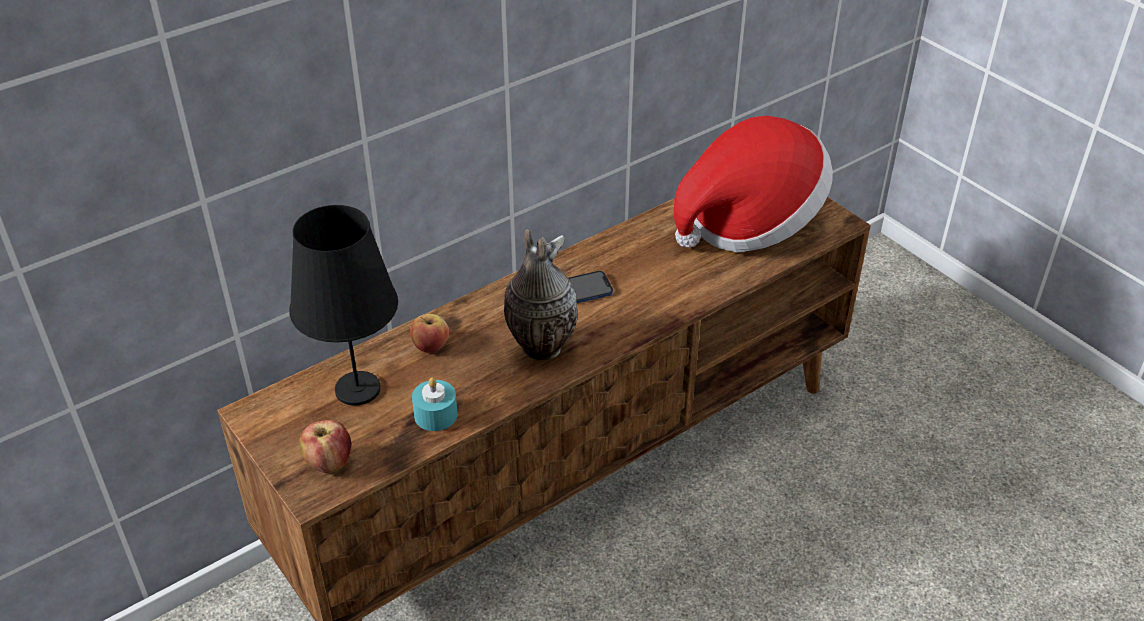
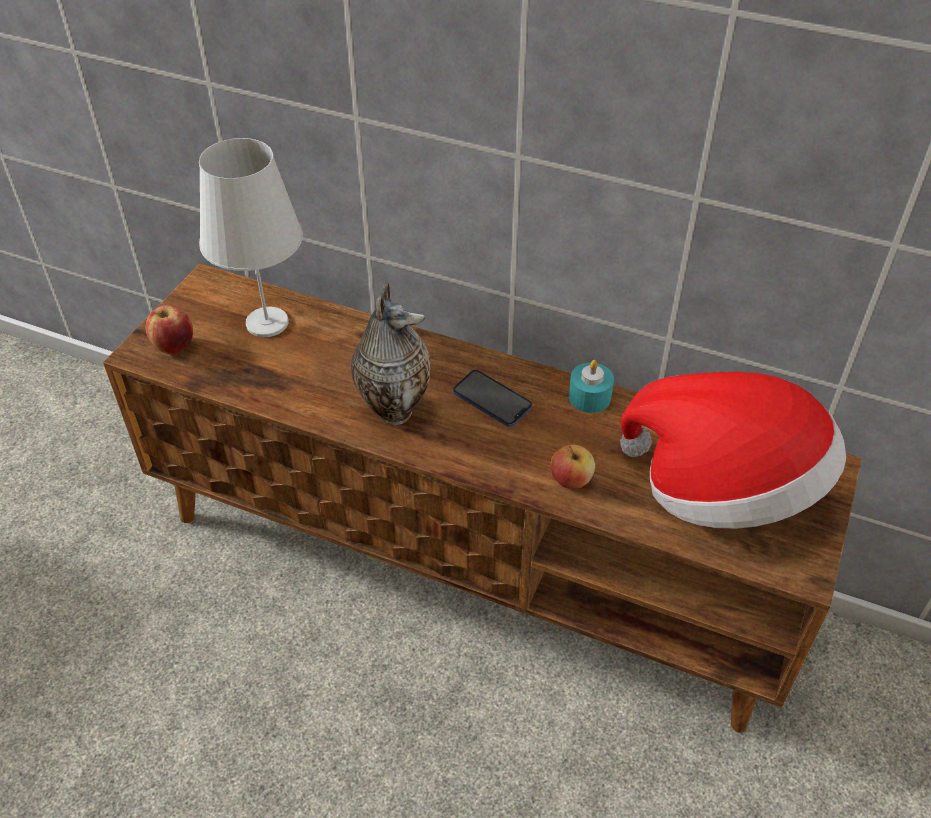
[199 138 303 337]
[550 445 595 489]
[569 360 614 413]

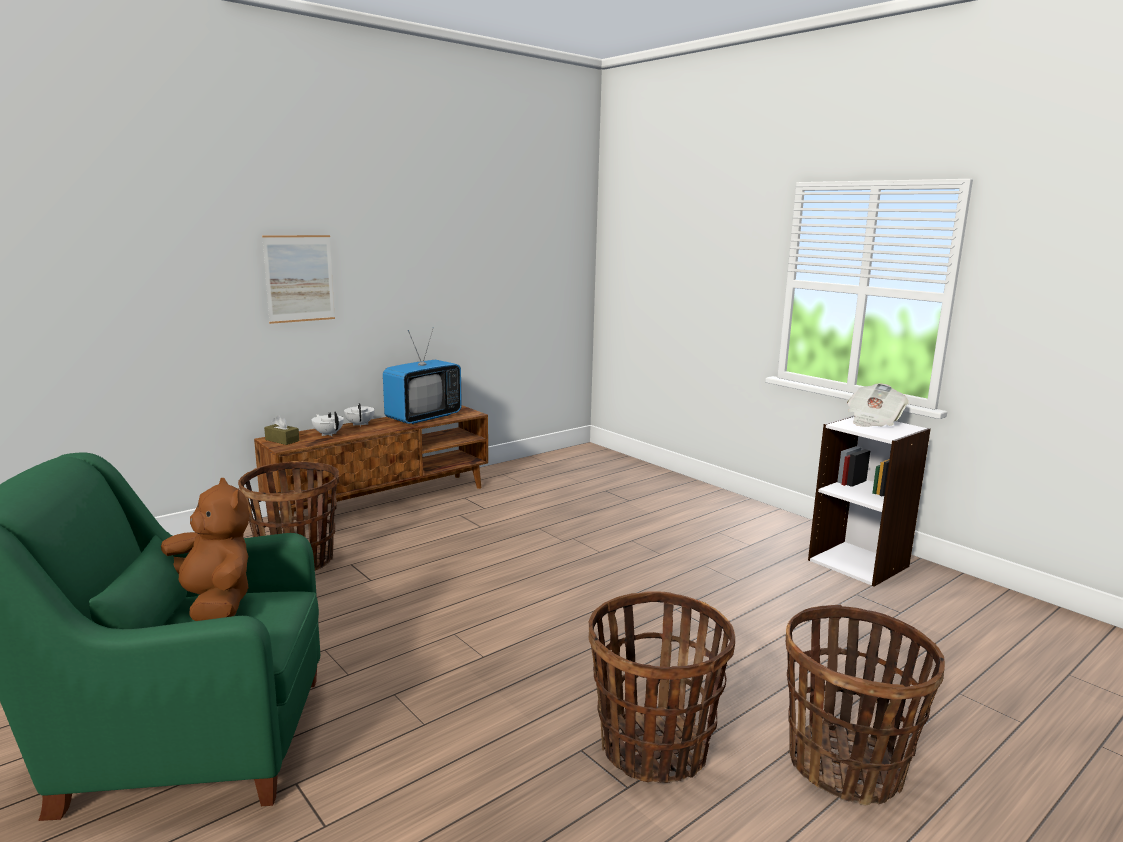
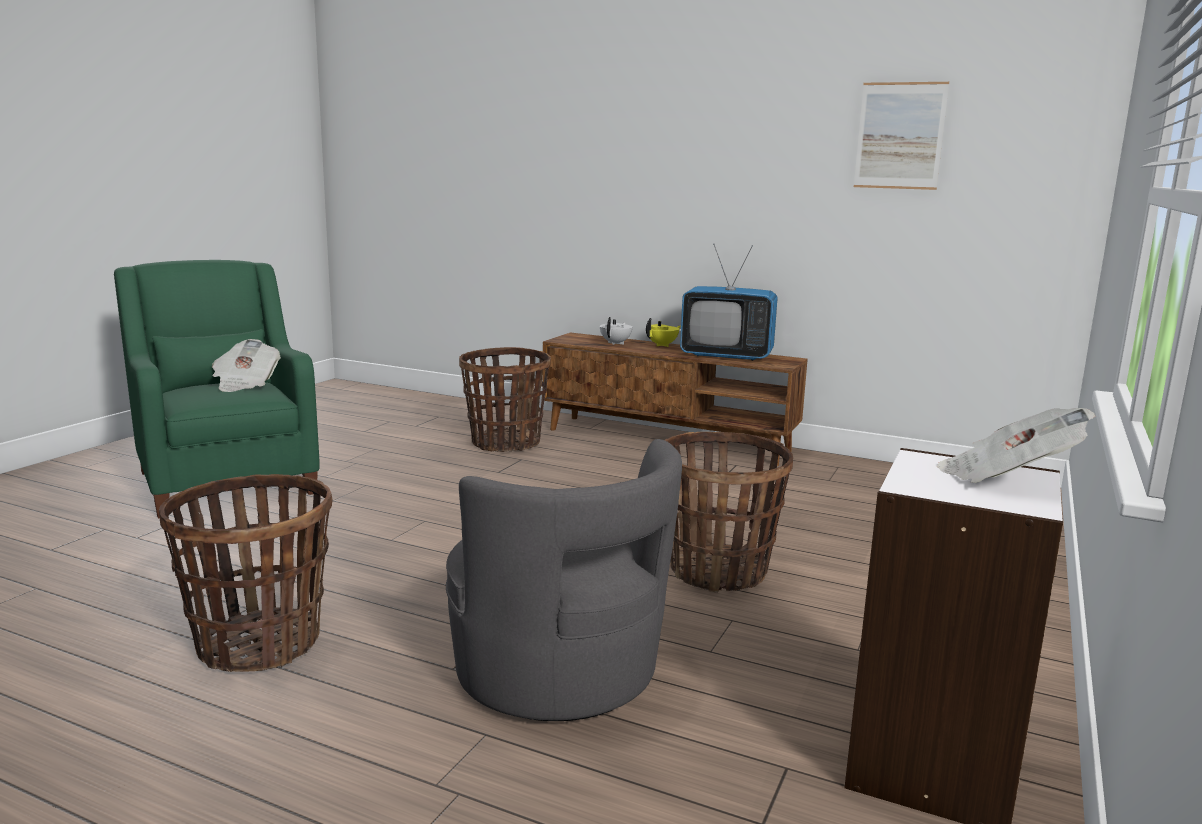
[854 82 949 190]
[646 318 681 347]
[264 415 299 445] (first image)
[212 339 281 392]
[665 432 793 593]
[446 439 682 721]

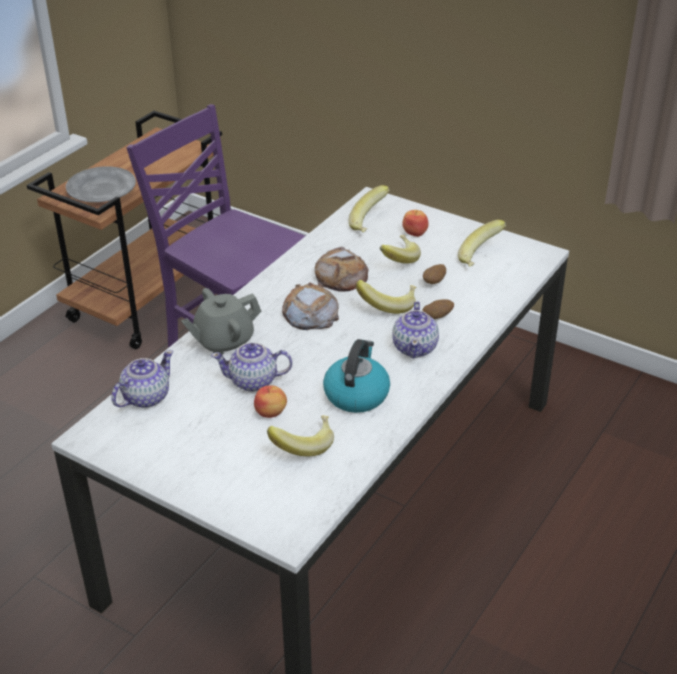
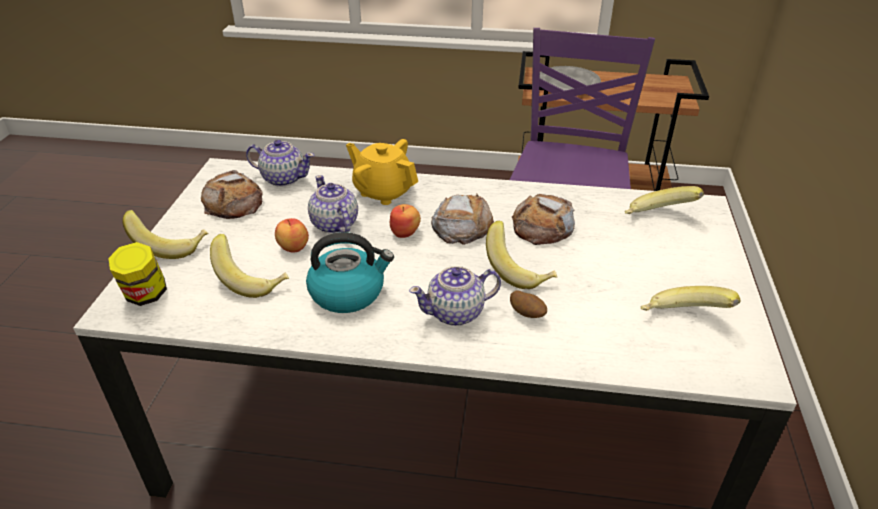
[390 204 421 238]
[122 210 209 259]
[423 264 446 284] (first image)
[346 139 418 205]
[201 170 263 219]
[108 242 167 306]

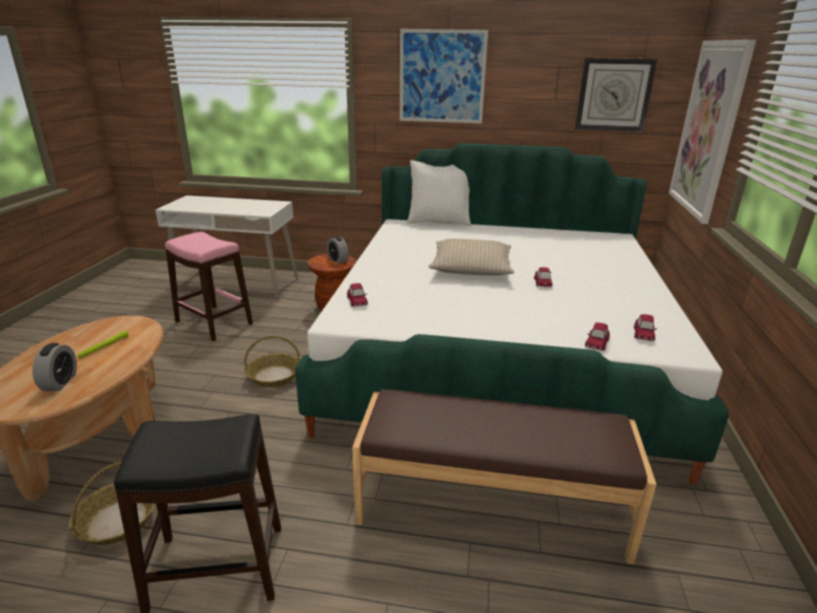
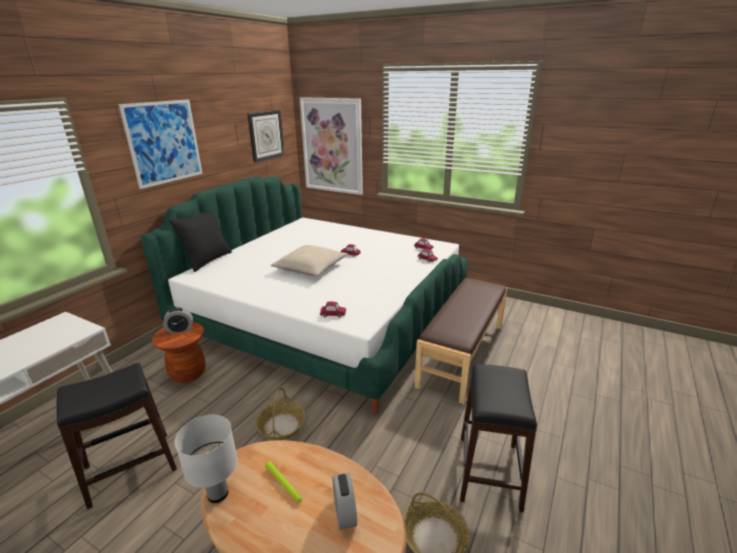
[169 212 232 272]
[57 363 177 509]
[332 472 357 530]
[175 415 238 503]

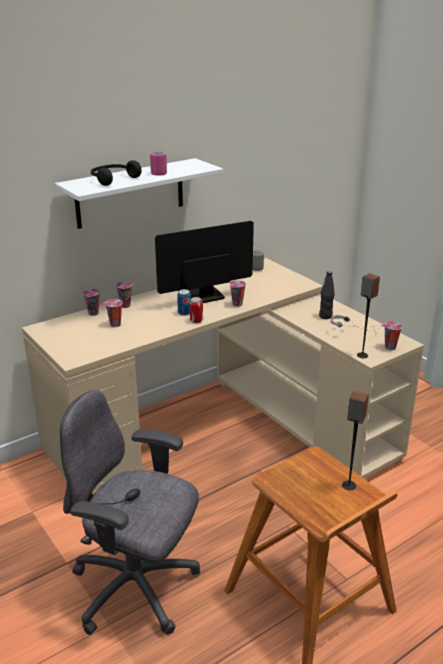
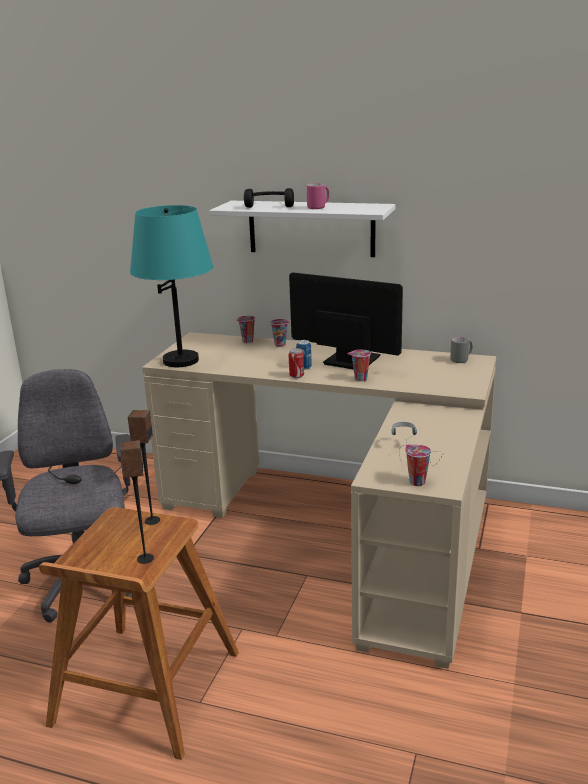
[319 271 335 319] (first image)
[128 410 160 525]
[102 299 123 327] (first image)
[130 205 213 367]

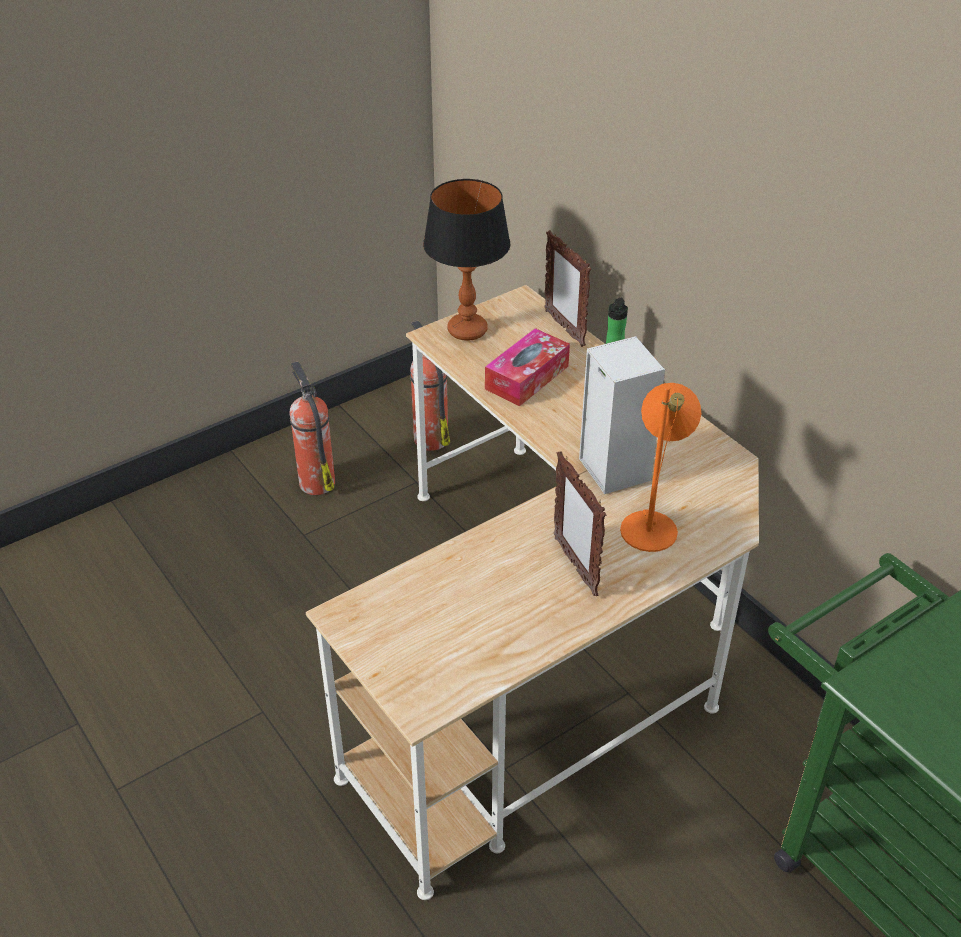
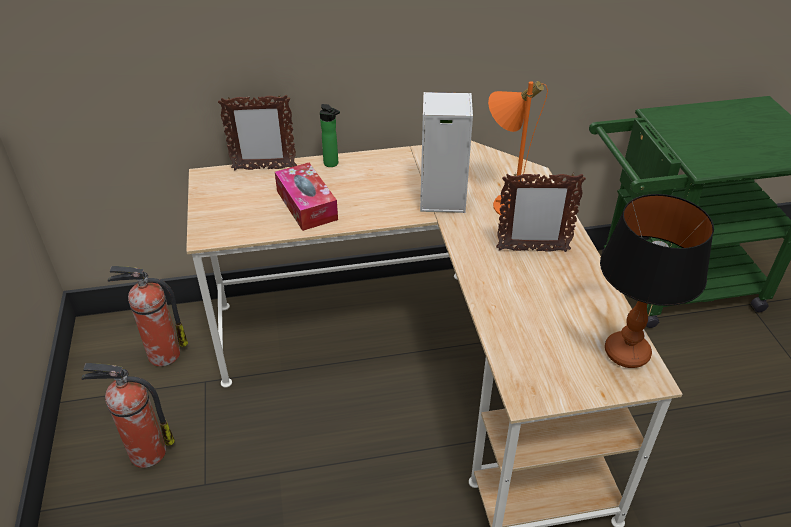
[600 194 714 368]

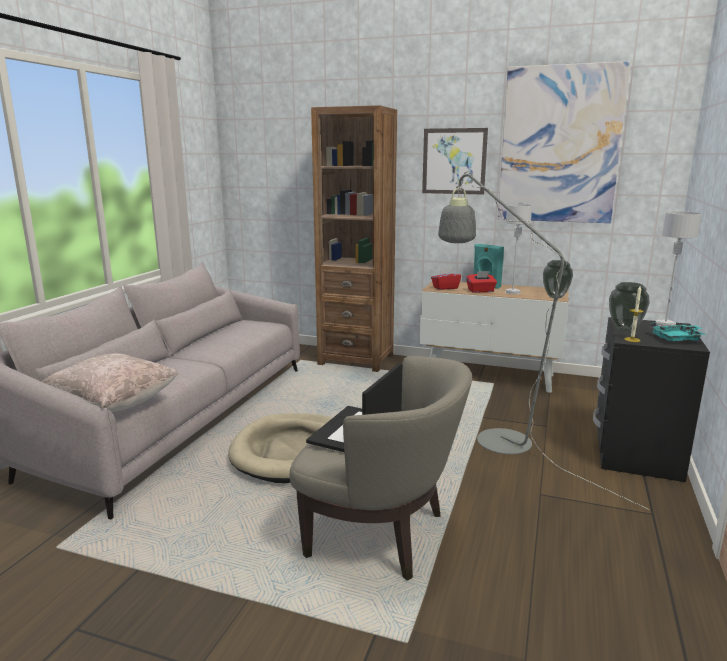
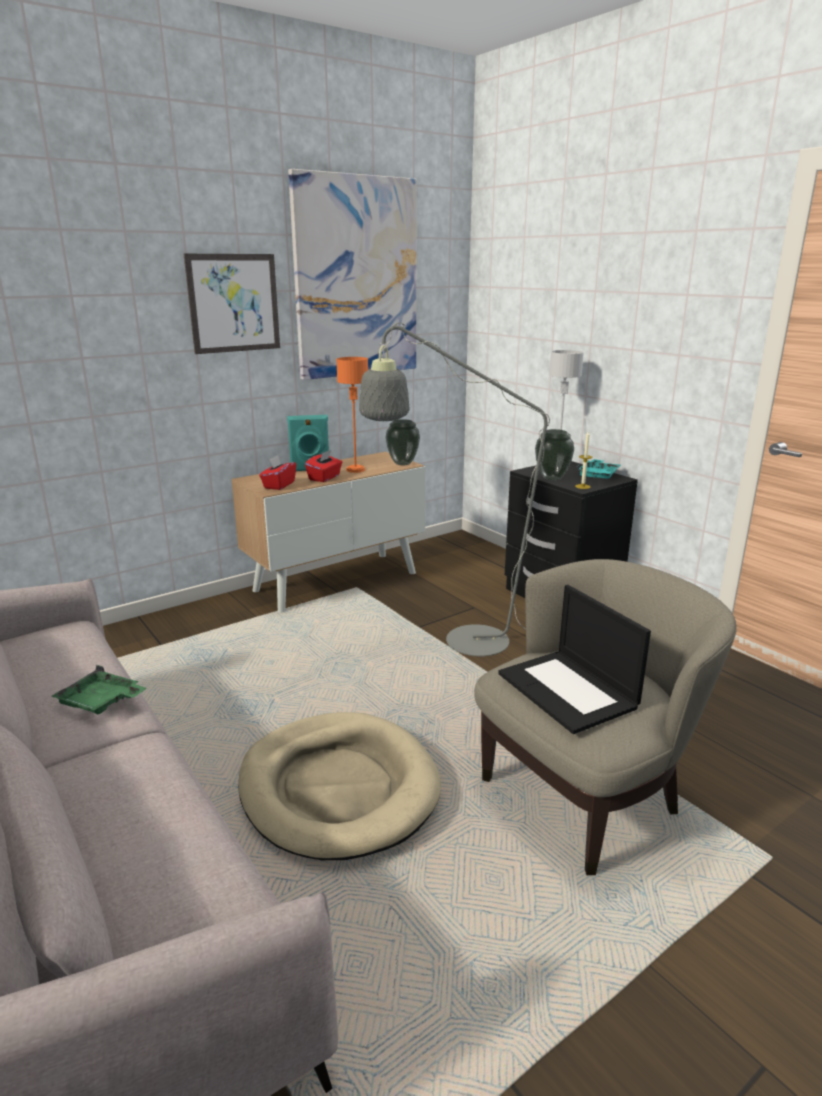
[311 105 397 372] (first image)
[336 357 368 473]
[42 353 179 412] (first image)
[51 665 147 714]

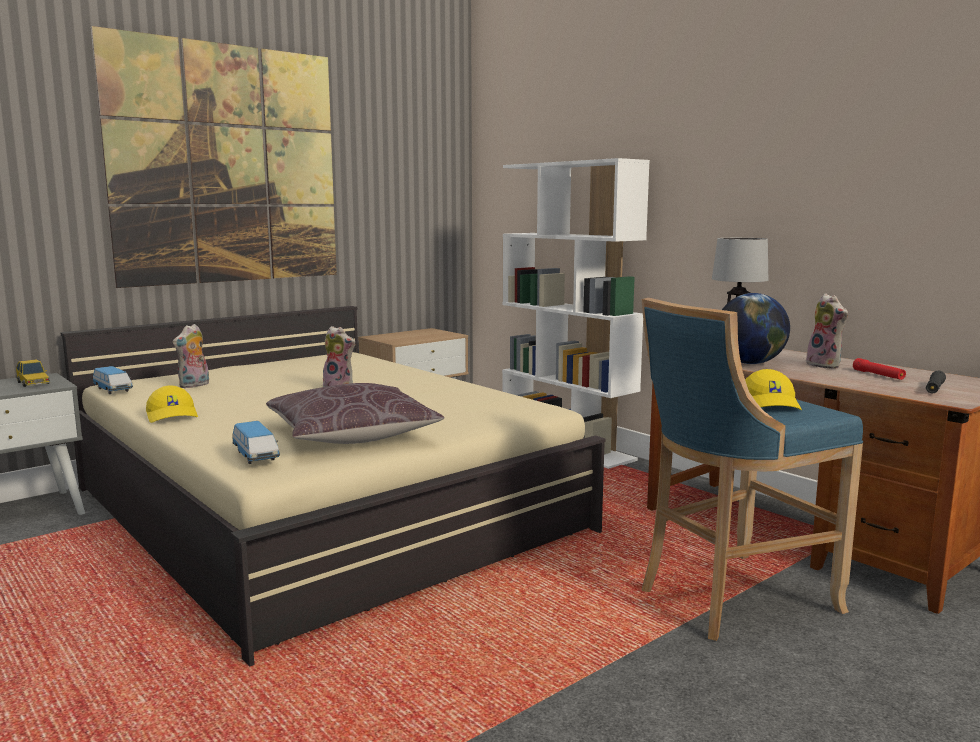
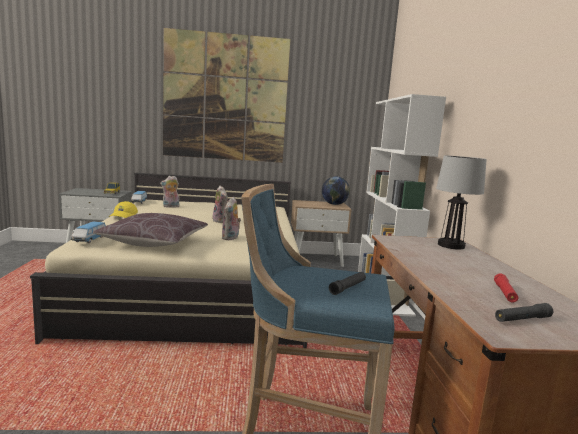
[322 176 350 205]
[221 197 241 240]
[329 272 366 295]

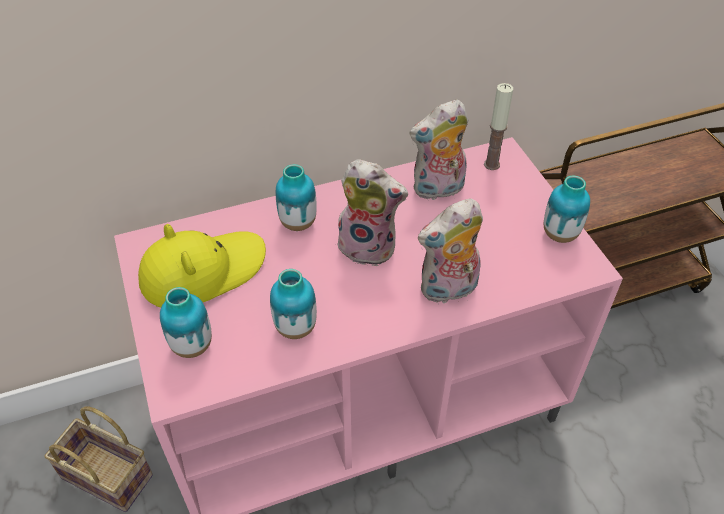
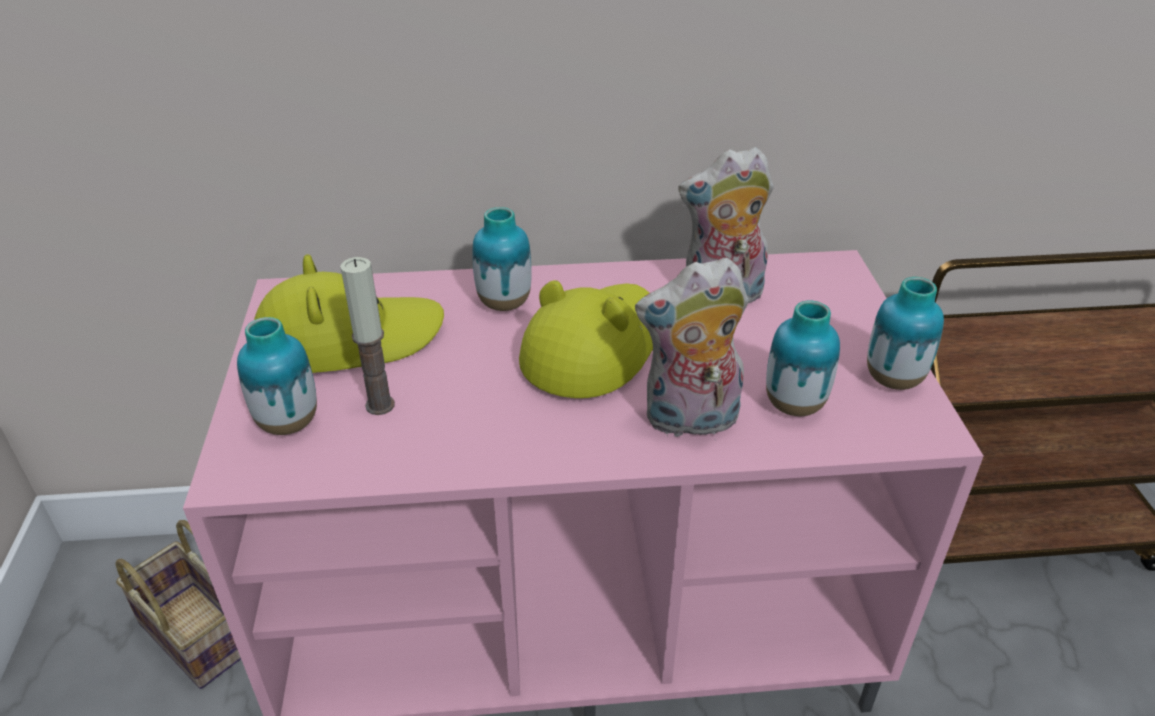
[340 257 395 415]
[519 280 653 398]
[766 300 840 416]

